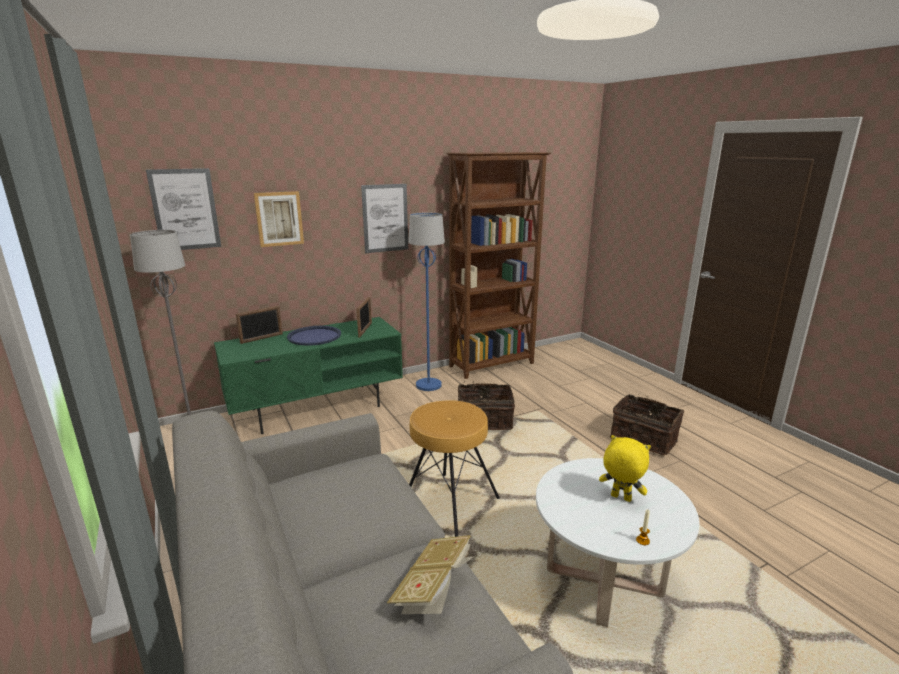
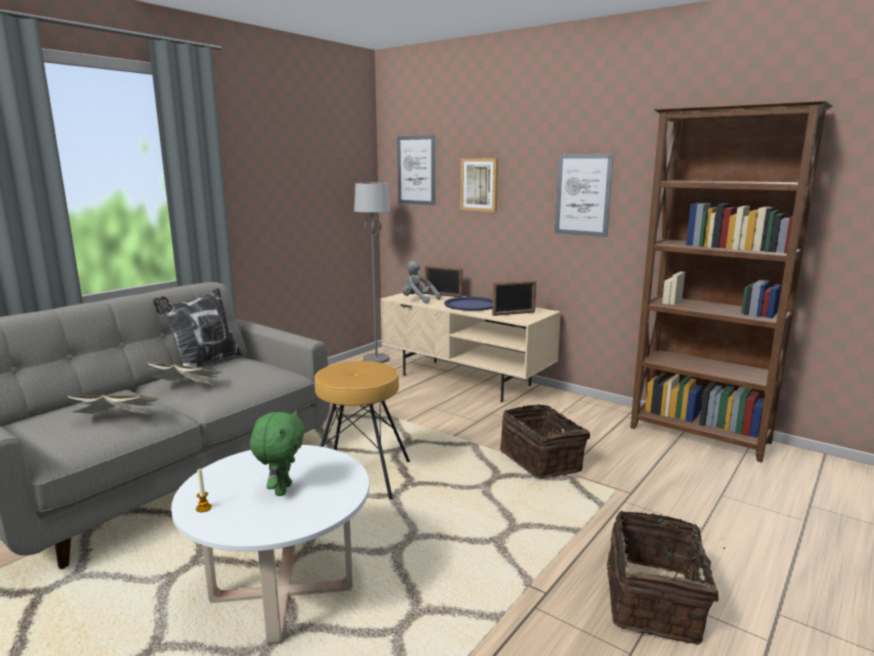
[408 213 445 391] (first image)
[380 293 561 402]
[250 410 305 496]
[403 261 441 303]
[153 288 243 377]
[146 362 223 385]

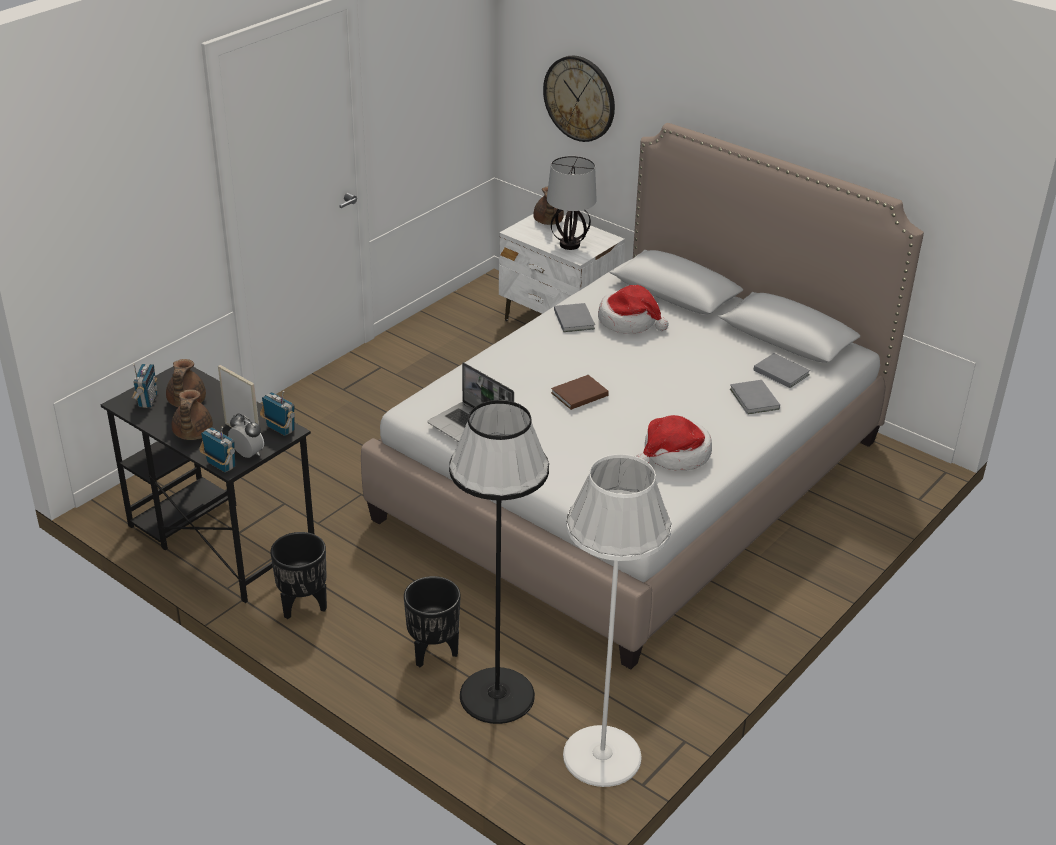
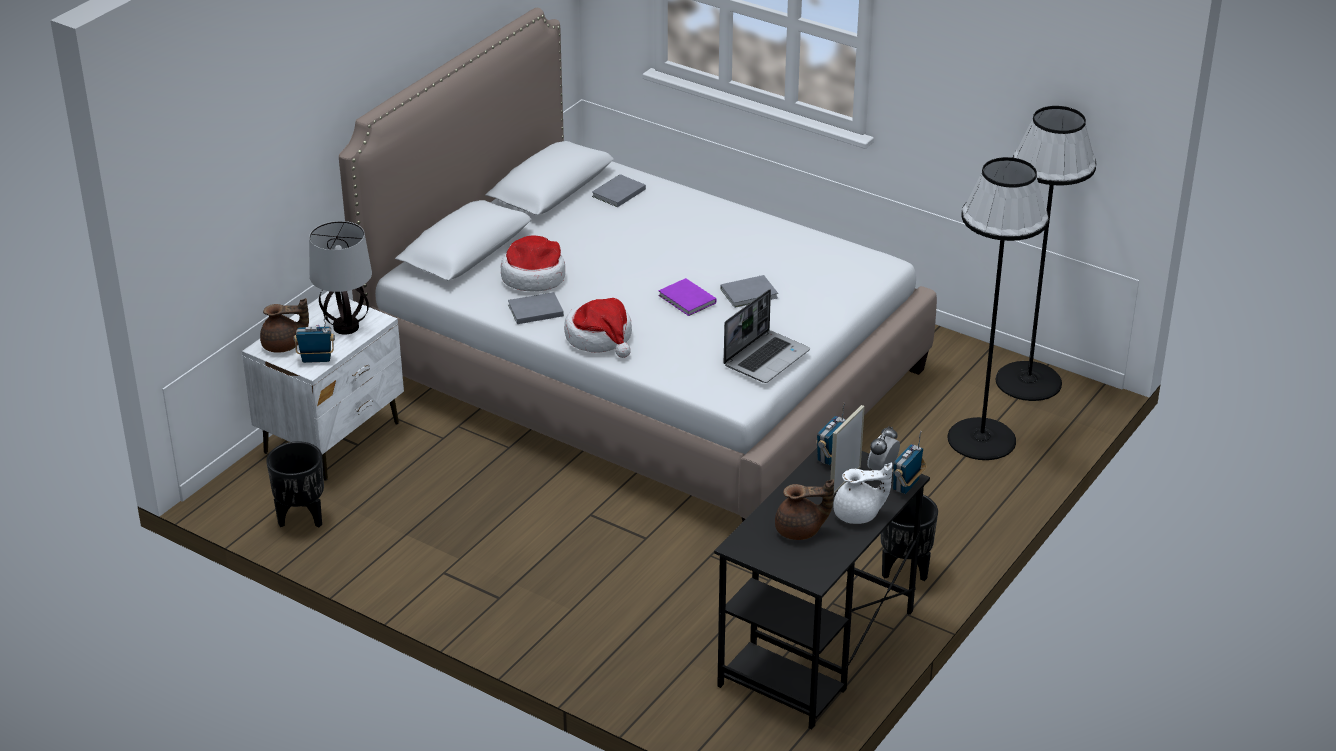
[543 56 615 142] (first image)
[294 315 335 363]
[658 278 716 316]
[721 275 778 308]
[833 462 892 524]
[564 298 632 358]
[996 106 1097 401]
[266 441 324 527]

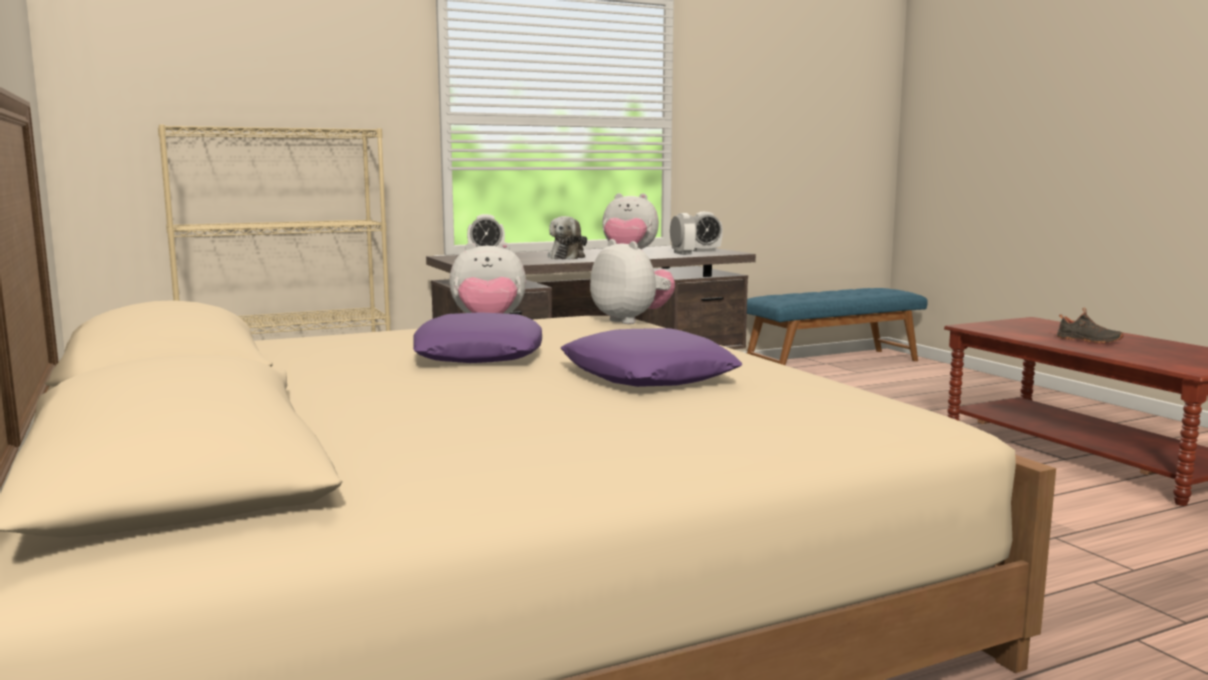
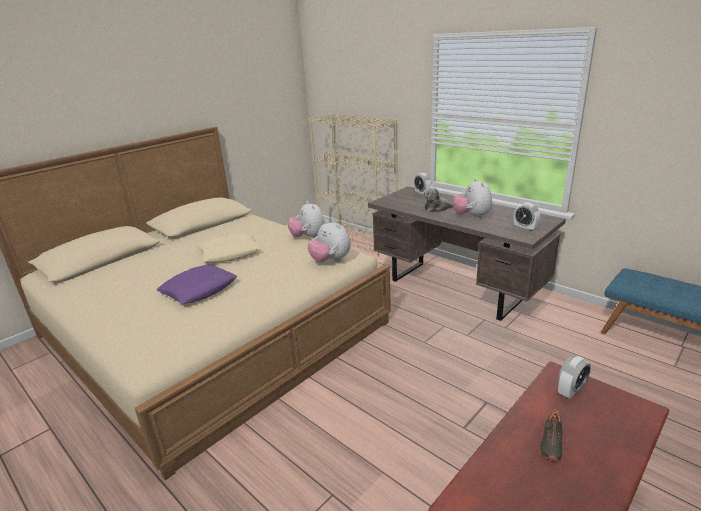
[558 356 591 399]
[308 220 351 262]
[198 234 261 262]

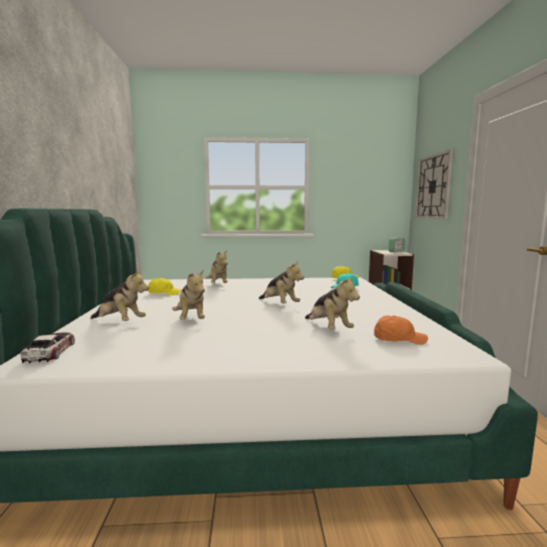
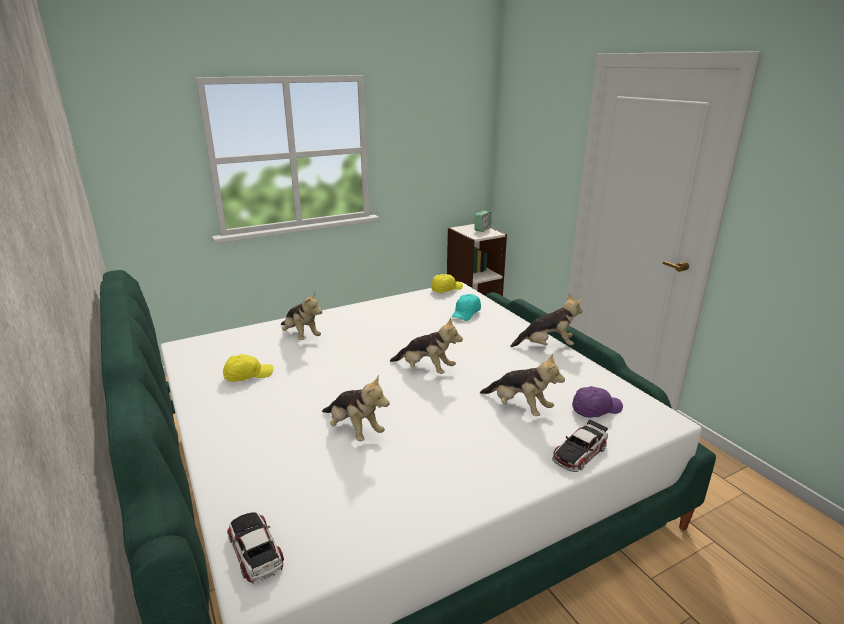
[415 150 453 219] (first image)
[510 293 583 347]
[572 386 623 418]
[552 420 608 472]

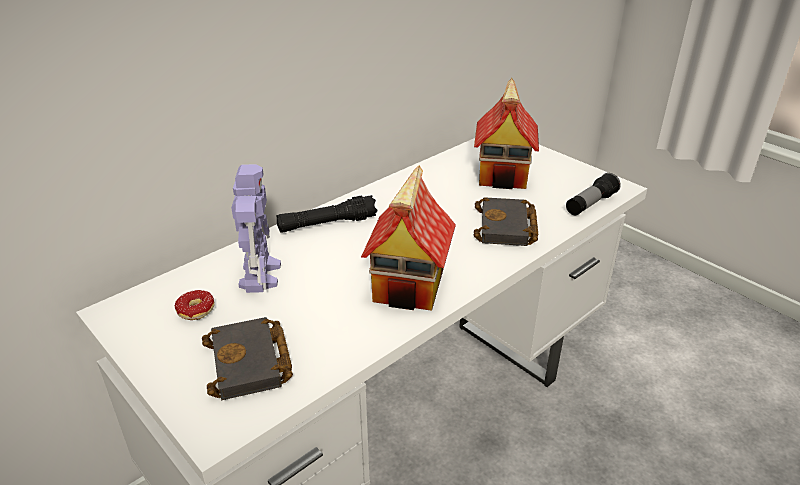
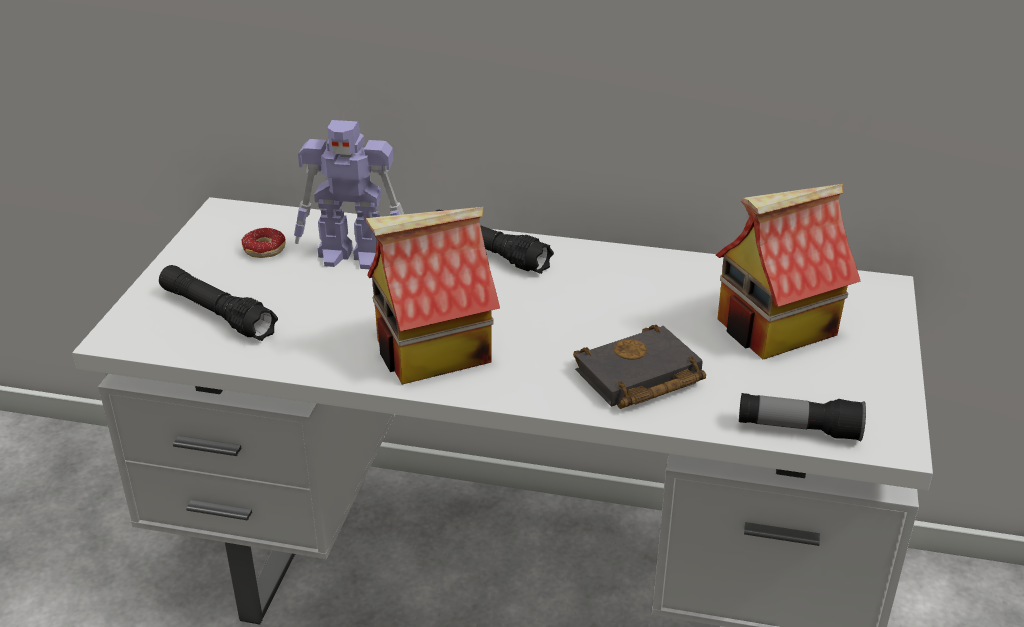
[294 120 404 269]
[159 265 278 341]

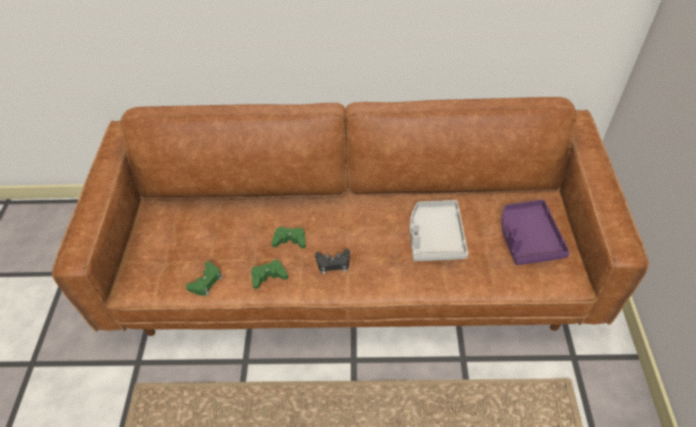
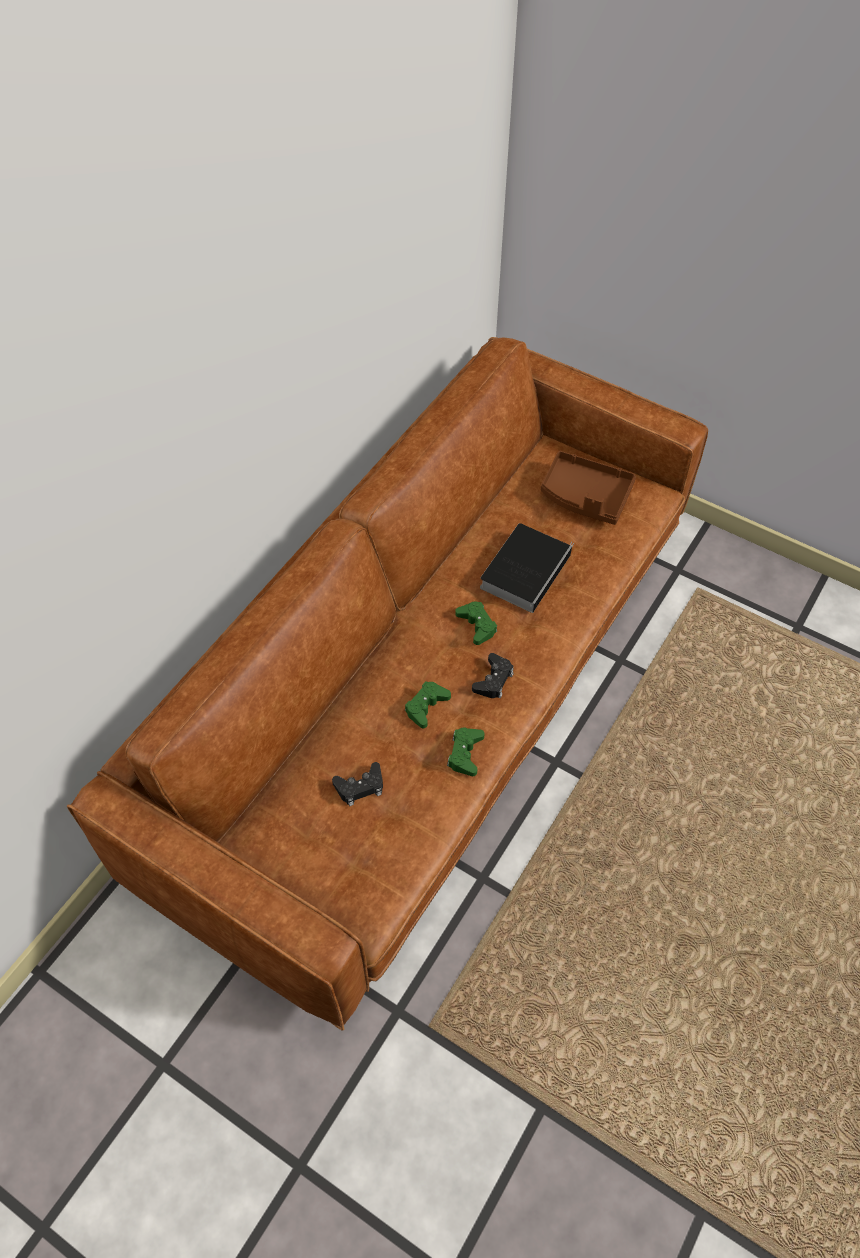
[541 451 636 525]
[480 523 574 613]
[455 601 497 645]
[332 762 383 806]

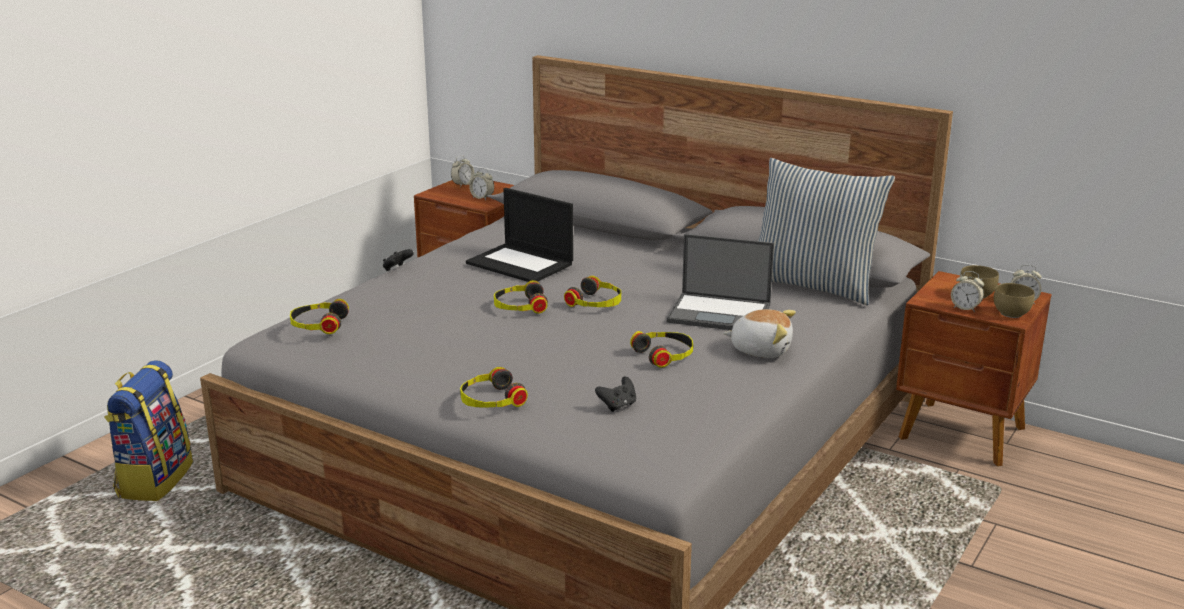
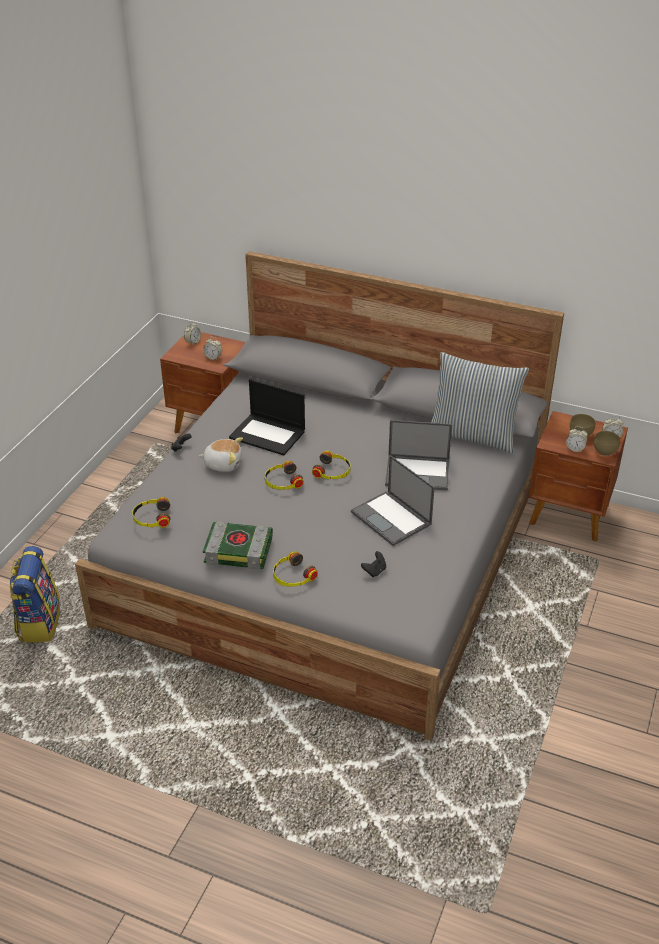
[199 437 243 472]
[351 455 435 546]
[203 521 273 570]

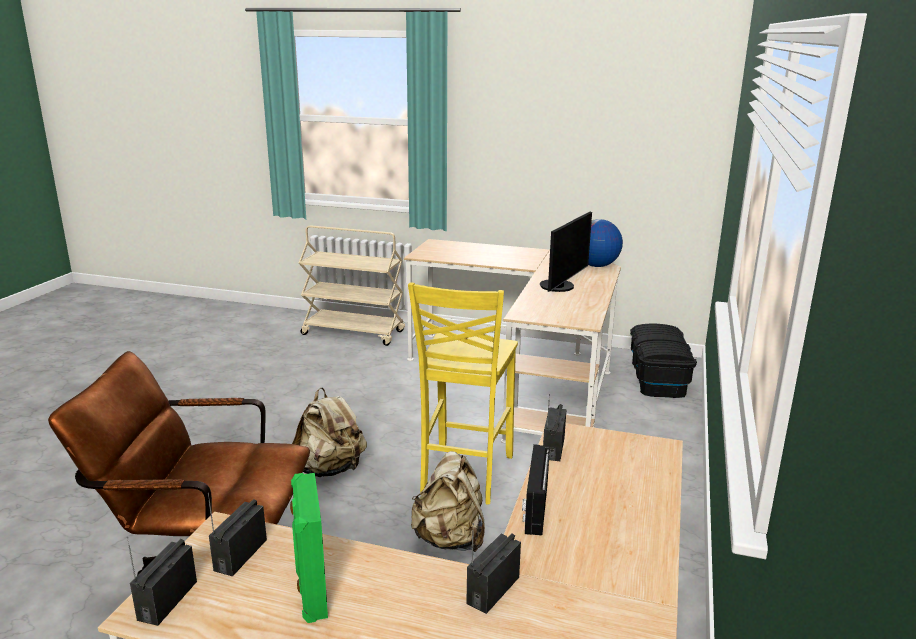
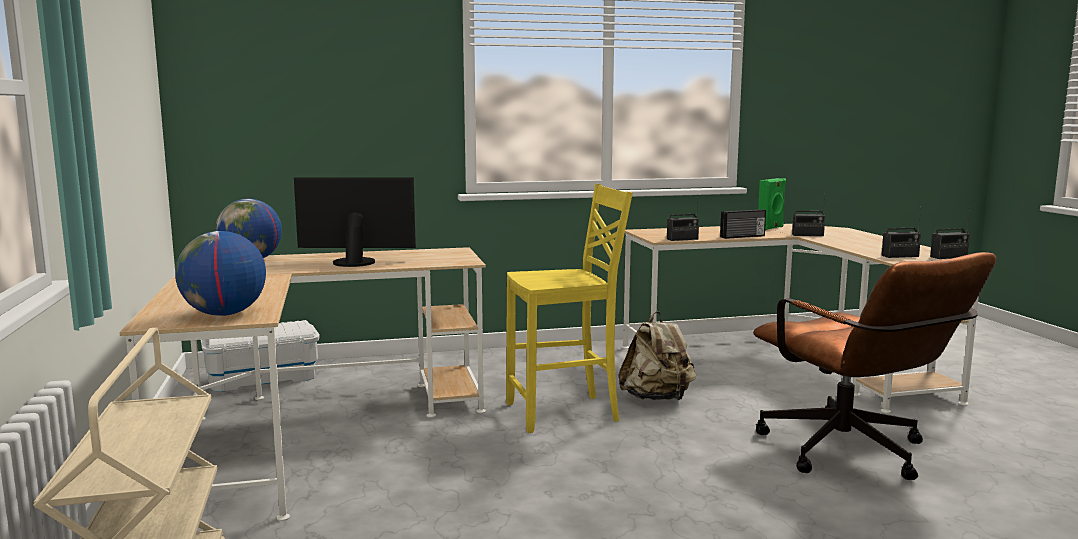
[201 320 320 392]
[292 388 367 477] (first image)
[758 178 786 230]
[175 231 266 316]

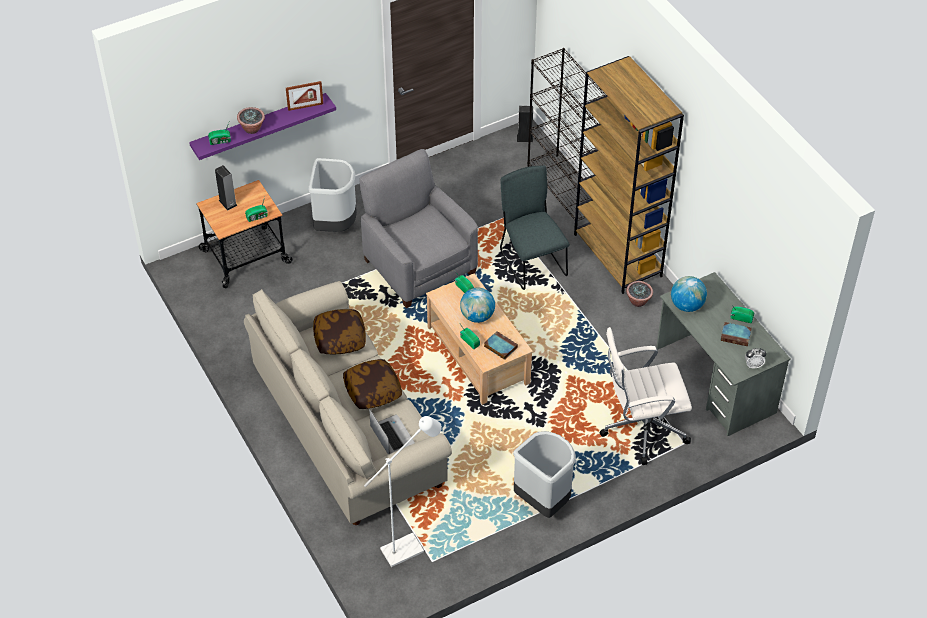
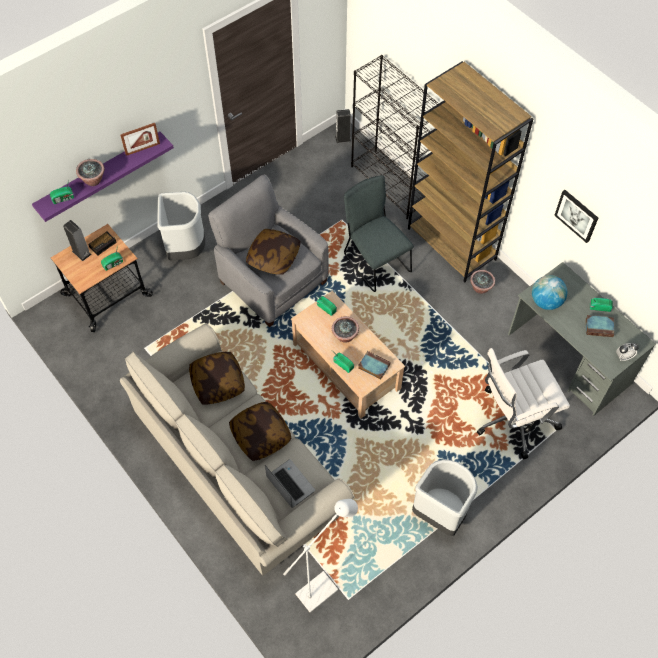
[332 316 359 343]
[554 190 598 243]
[246 229 301 275]
[88 232 117 255]

